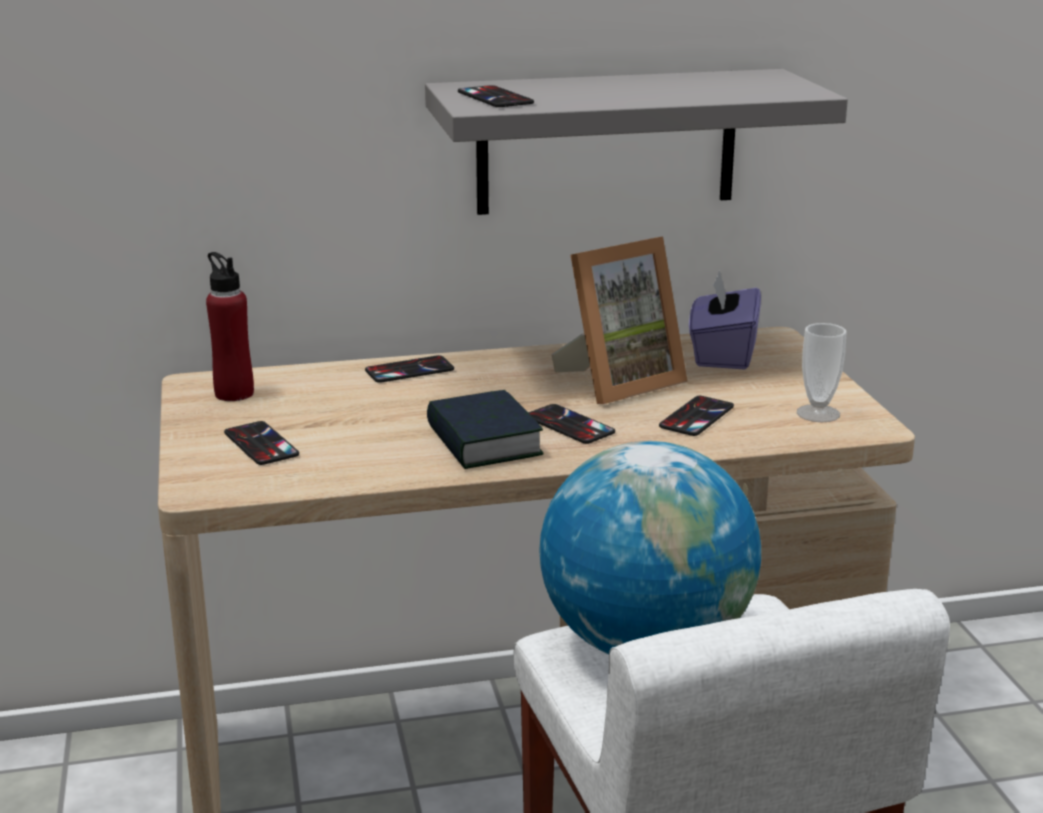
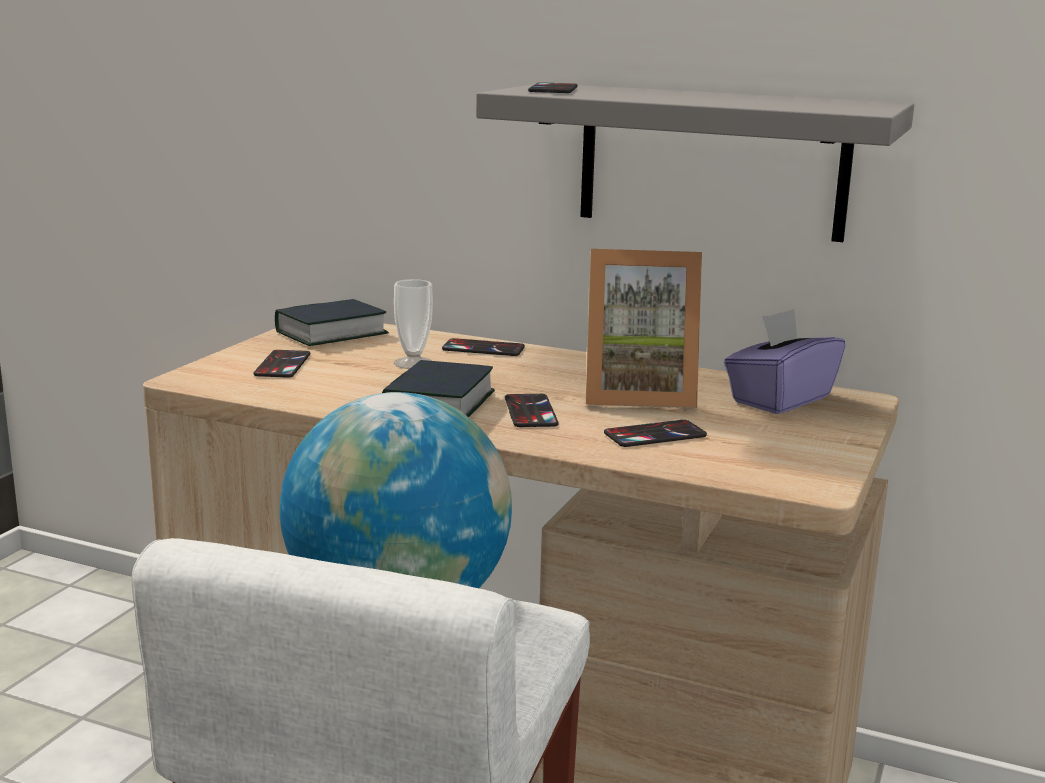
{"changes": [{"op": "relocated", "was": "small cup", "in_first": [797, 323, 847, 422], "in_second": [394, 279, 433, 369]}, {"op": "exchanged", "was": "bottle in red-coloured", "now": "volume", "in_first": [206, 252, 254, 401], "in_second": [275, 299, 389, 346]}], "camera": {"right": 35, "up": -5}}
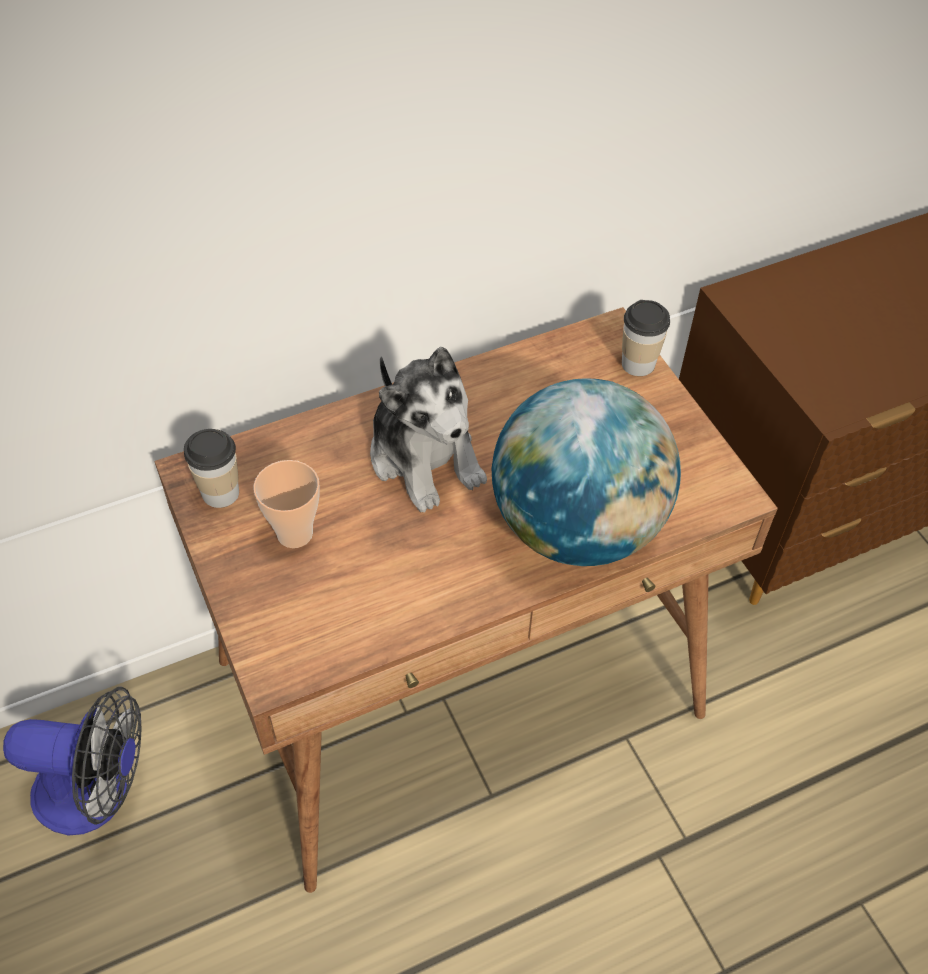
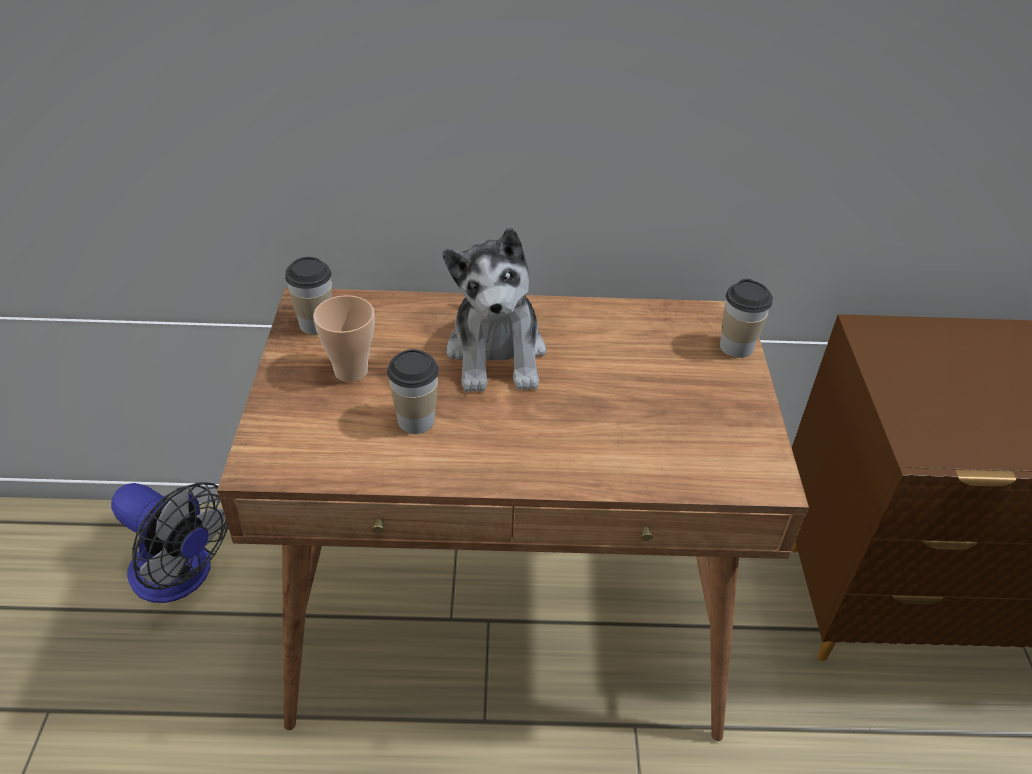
{"changes": [{"op": "missing", "was": "desk globe", "in_first": [492, 378, 681, 566]}, {"op": "appeared", "now": "small cup", "in_second": [387, 349, 439, 434]}], "camera": {"right": 25, "up": -10}}
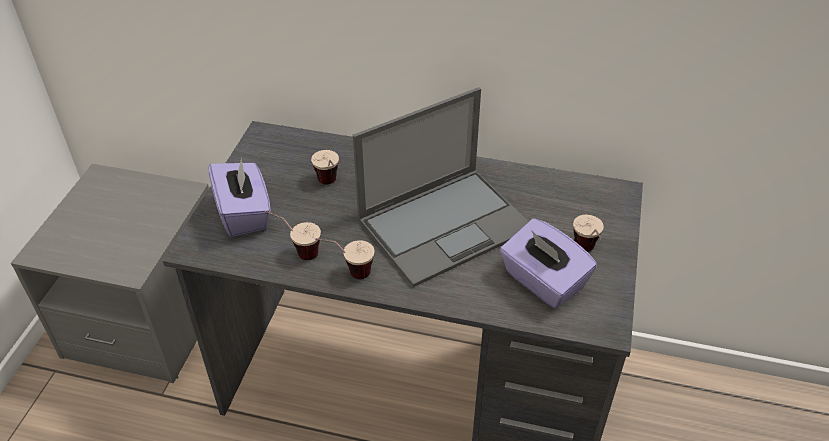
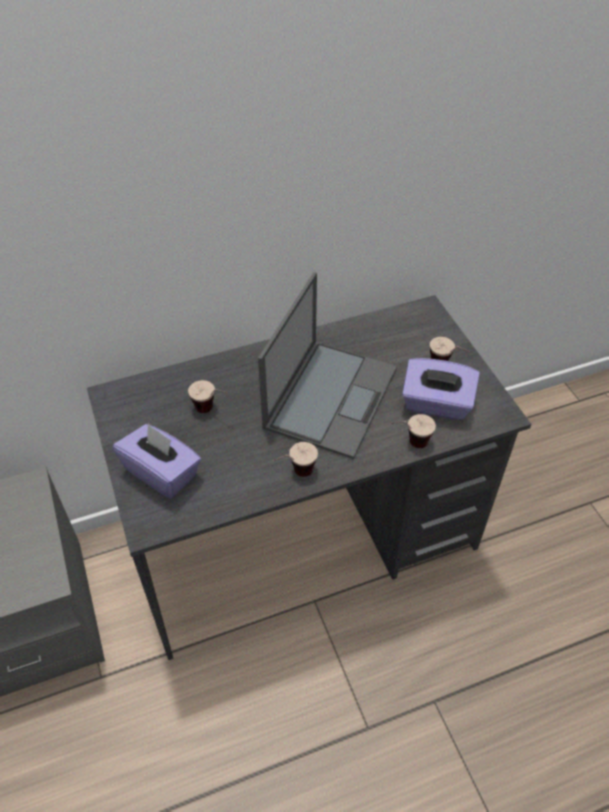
{"changes": [{"op": "relocated", "was": "small cup", "in_first": [265, 211, 321, 260], "in_second": [390, 414, 436, 448]}], "camera": {"right": -35, "up": 5}}
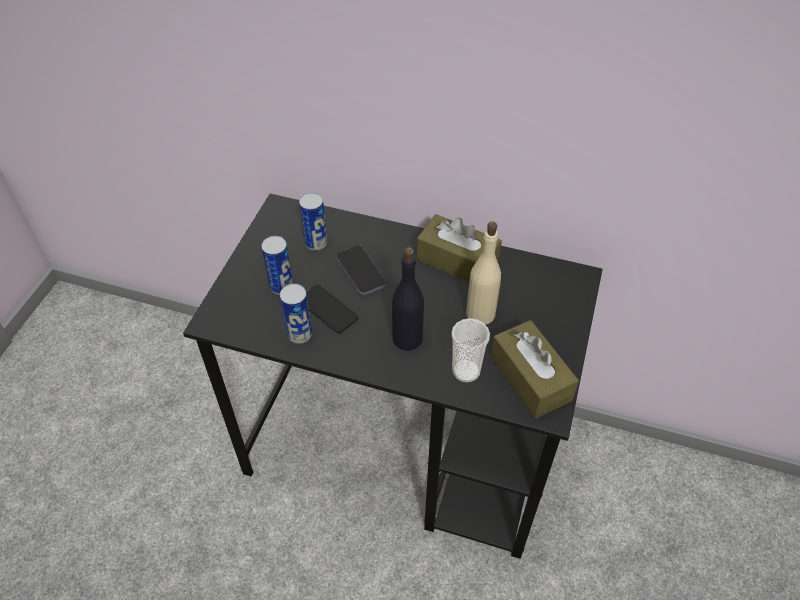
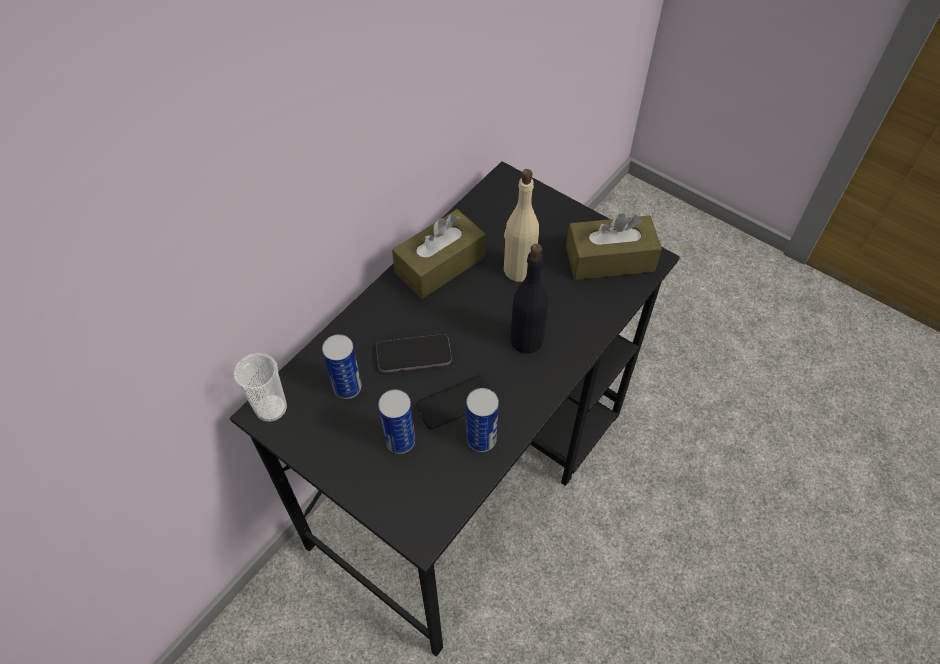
{"changes": [{"op": "relocated", "was": "small cup", "in_first": [451, 318, 490, 382], "in_second": [234, 353, 287, 422]}], "camera": {"right": -70, "up": 5}}
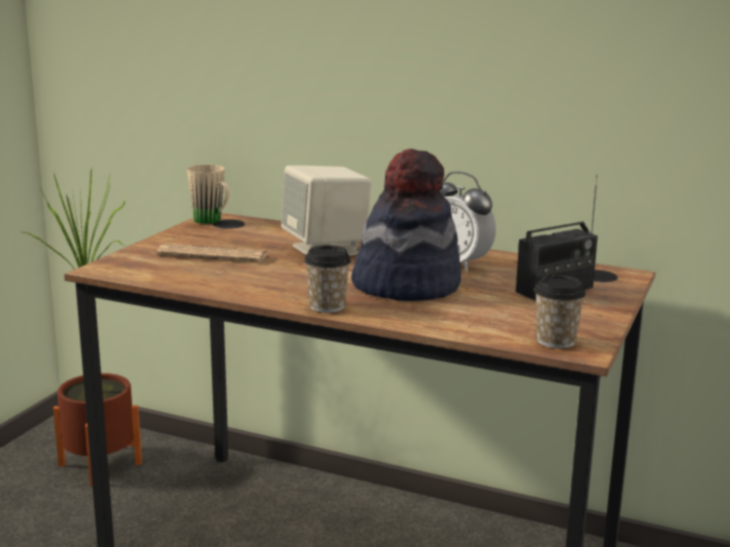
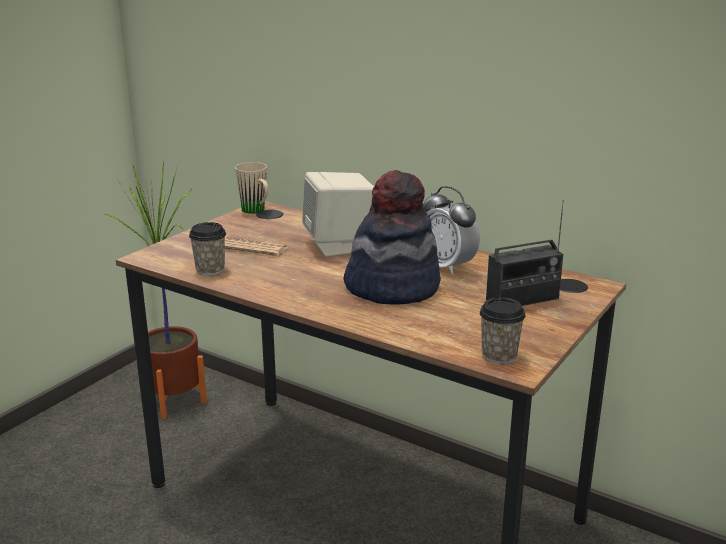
{"changes": [{"op": "relocated", "was": "small cup", "in_first": [304, 245, 351, 313], "in_second": [189, 222, 226, 276]}], "camera": {"right": 10, "up": 5}}
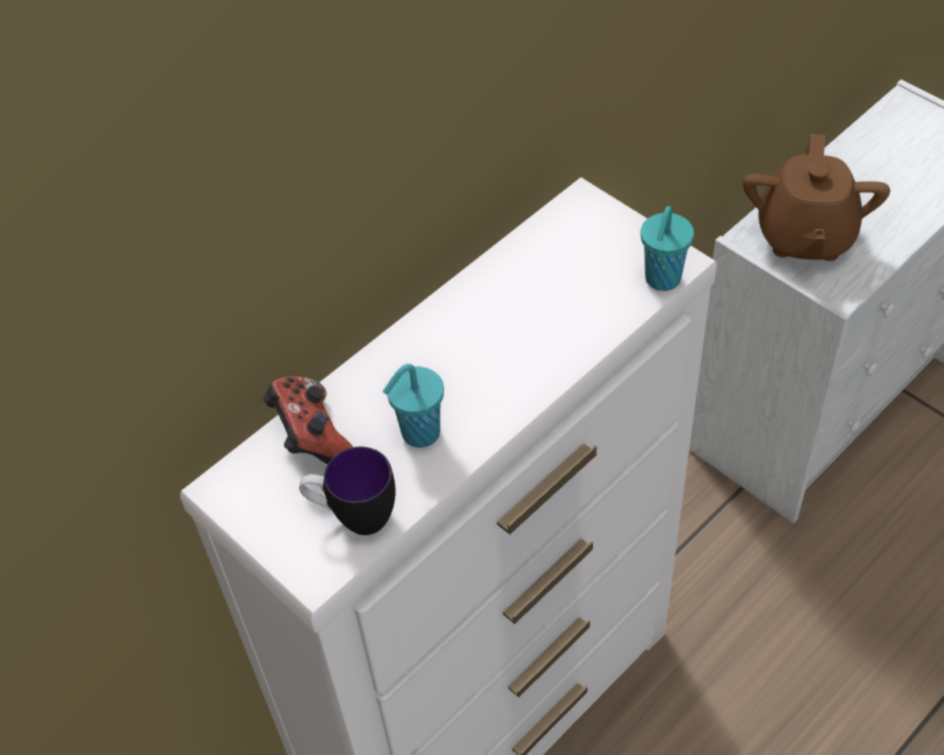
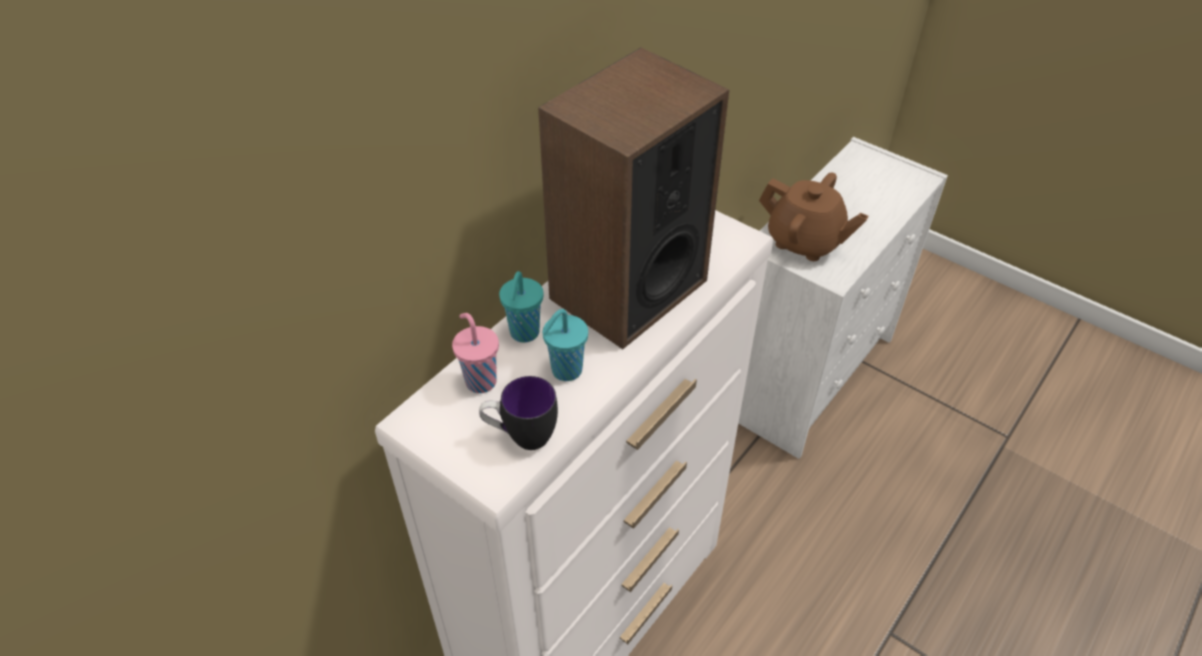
{"changes": [{"op": "appeared", "now": "loudspeaker", "in_second": [538, 48, 729, 349]}, {"op": "relocated", "was": "small cup in blue-green", "in_first": [640, 206, 694, 291], "in_second": [499, 271, 543, 343]}, {"op": "exchanged", "was": "joypad", "now": "small cup in pink", "in_first": [263, 376, 353, 465], "in_second": [452, 313, 499, 393]}, {"op": "spun", "was": "tea pot in brown", "in_first": [743, 134, 890, 261], "in_second": [759, 172, 868, 261], "clockwise": -60}], "camera": {"right": -10, "up": -5}}
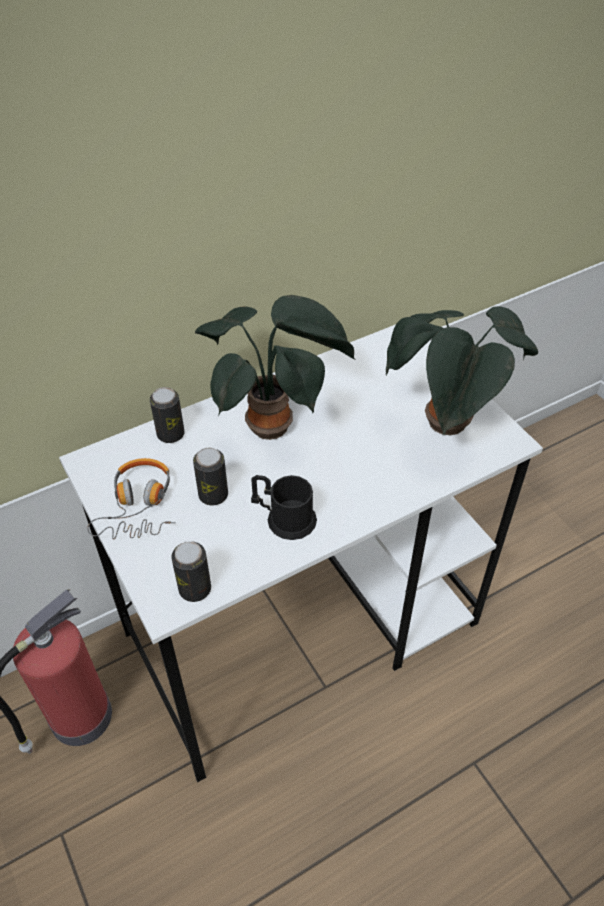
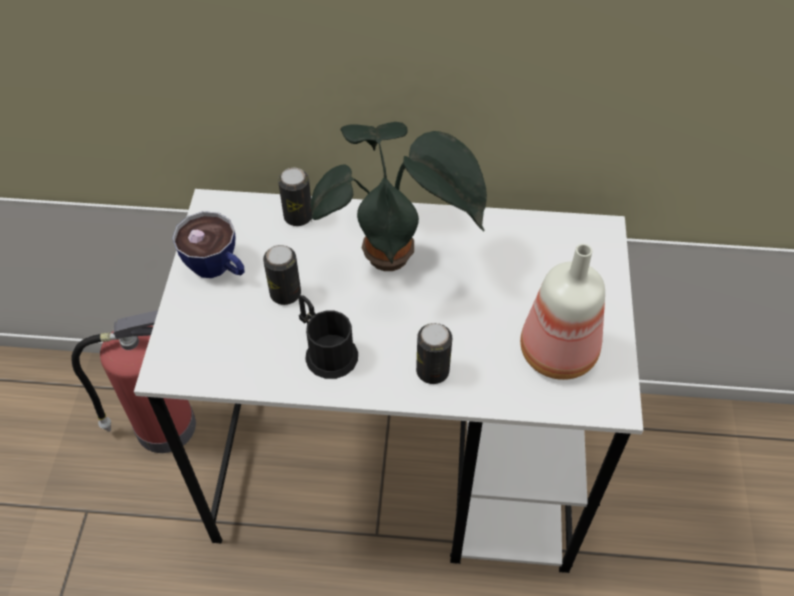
{"changes": [{"op": "relocated", "was": "metal can", "in_first": [172, 541, 211, 602], "in_second": [416, 323, 452, 384]}, {"op": "exchanged", "was": "headphones", "now": "small cup", "in_first": [87, 458, 176, 539], "in_second": [172, 211, 244, 278]}, {"op": "exchanged", "was": "potted plant", "now": "bottle", "in_first": [386, 306, 538, 435], "in_second": [520, 244, 605, 380]}], "camera": {"right": 35, "up": 5}}
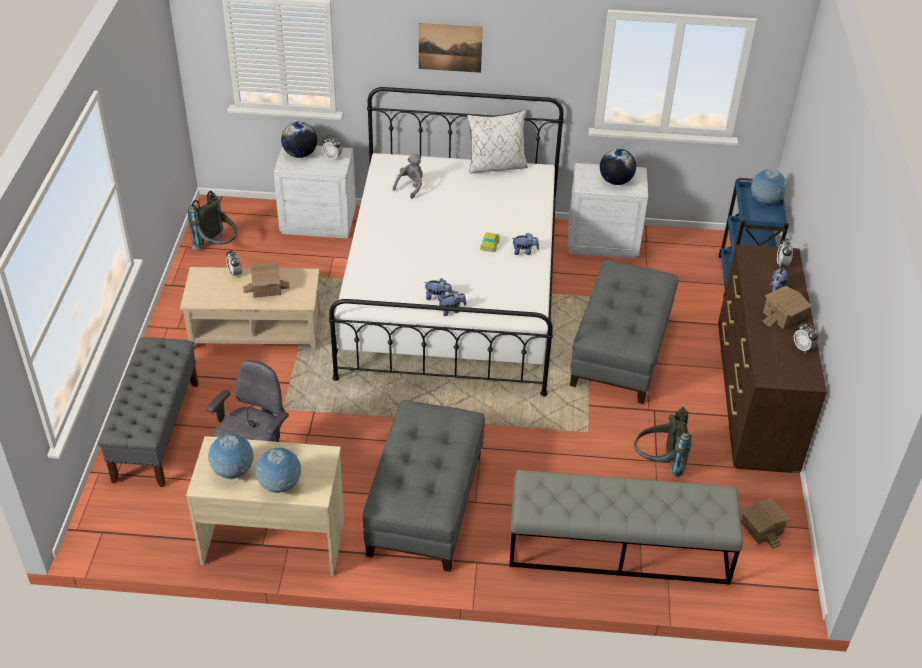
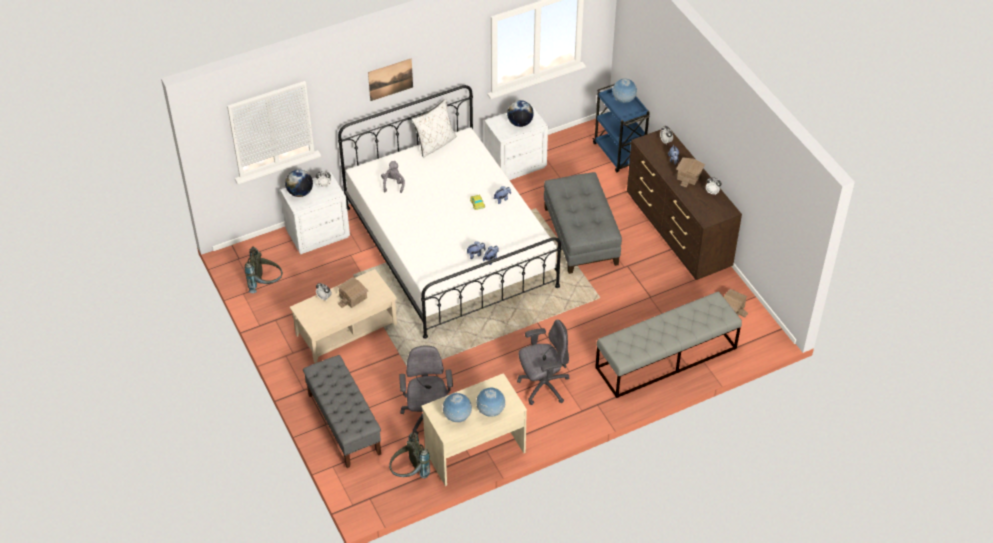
{"changes": [{"op": "relocated", "was": "rucksack in greyish", "in_first": [634, 407, 692, 477], "in_second": [389, 432, 430, 478]}, {"op": "exchanged", "was": "footrest in greyish", "now": "office chair in greyish", "in_first": [363, 400, 485, 572], "in_second": [517, 319, 569, 405]}], "camera": {"right": -30, "up": 5}}
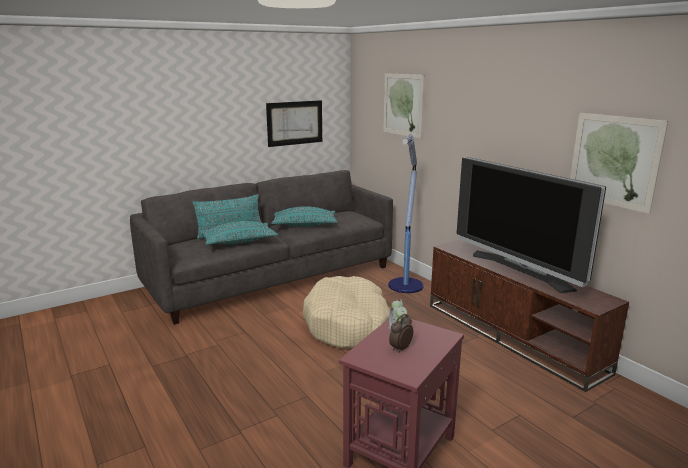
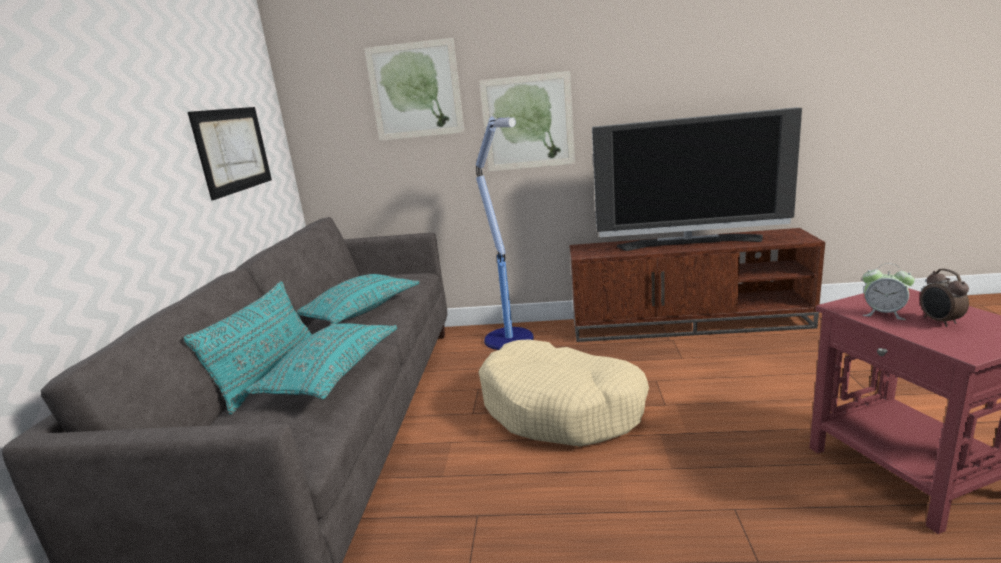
{"changes": [{"op": "relocated", "was": "picture", "in_first": [570, 113, 668, 214], "in_second": [479, 71, 575, 171]}], "camera": {"right": -50, "up": 0}}
